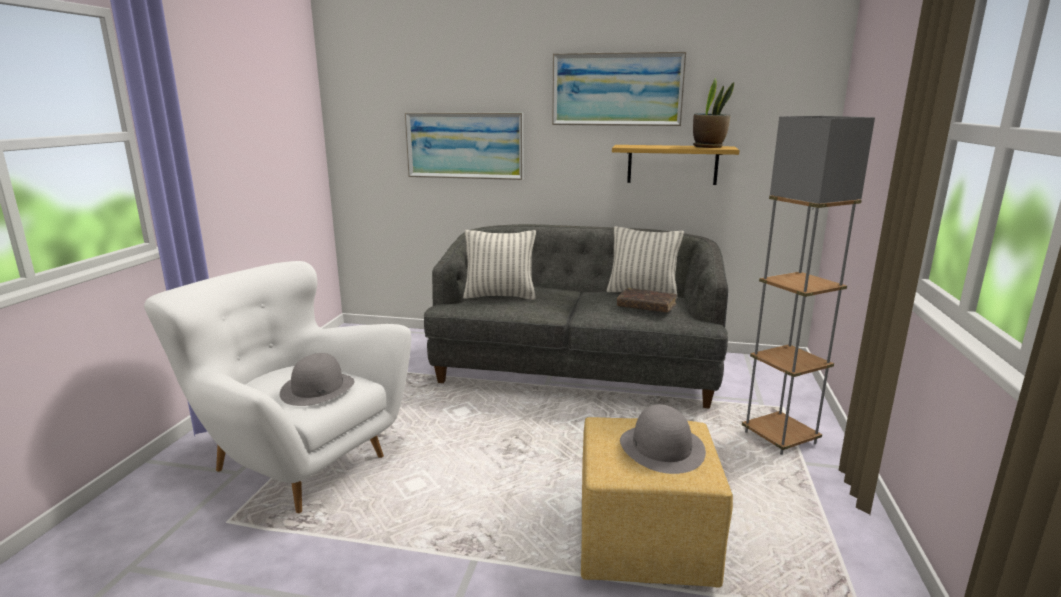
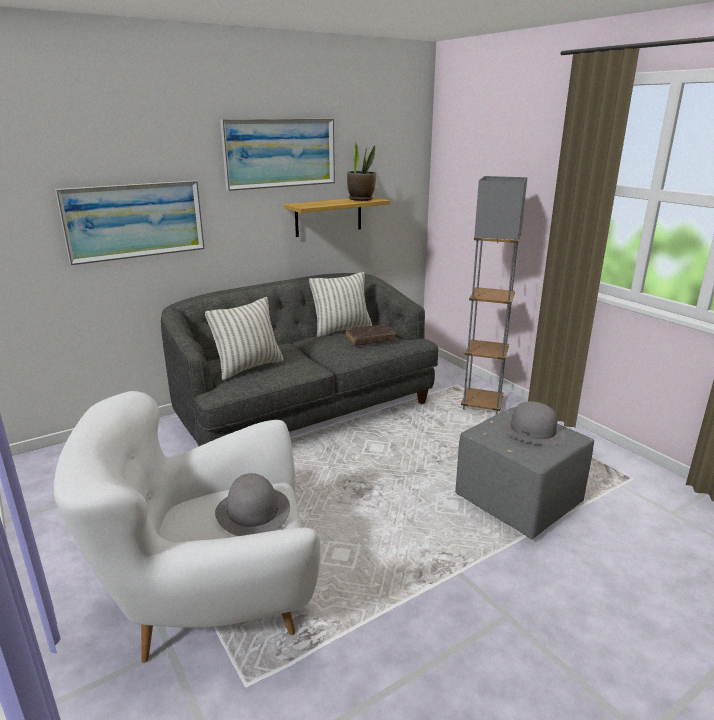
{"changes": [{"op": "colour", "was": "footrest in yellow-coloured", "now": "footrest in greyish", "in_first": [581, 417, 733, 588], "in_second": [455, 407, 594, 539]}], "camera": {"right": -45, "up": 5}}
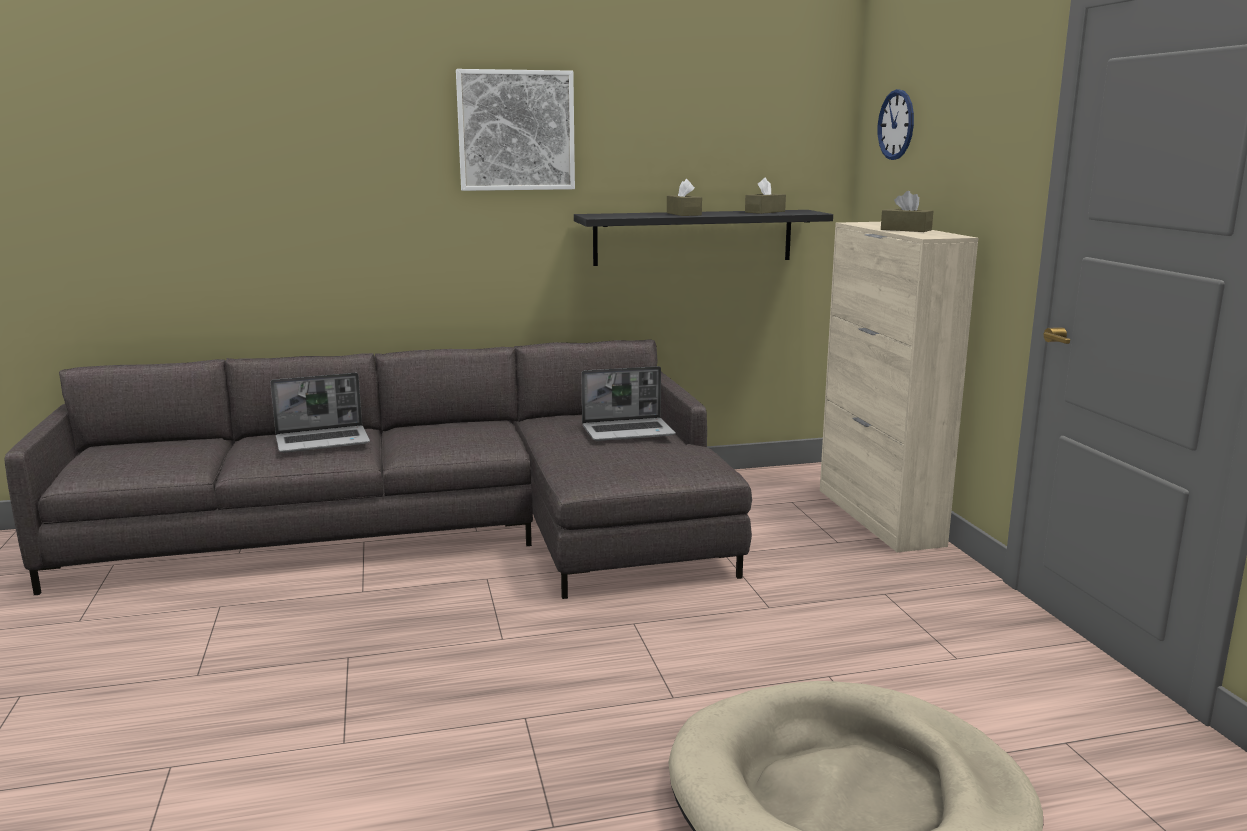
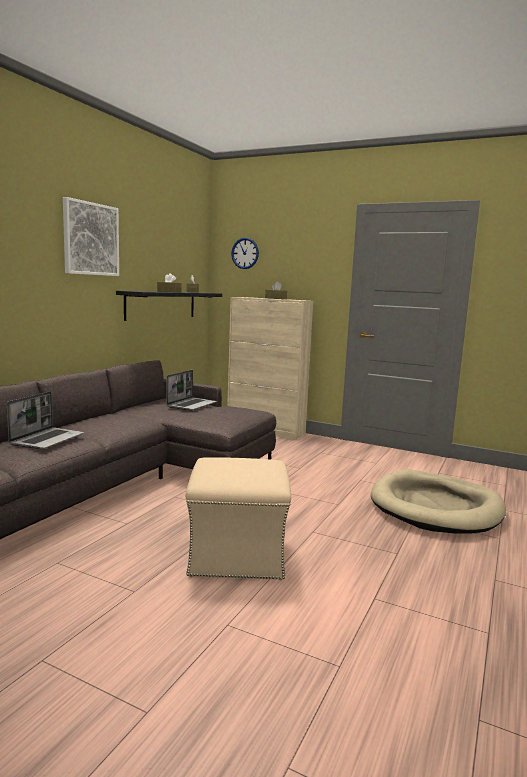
{"changes": [{"op": "appeared", "now": "footrest in beige", "in_second": [186, 457, 291, 580]}], "camera": {"right": -50, "up": -5}}
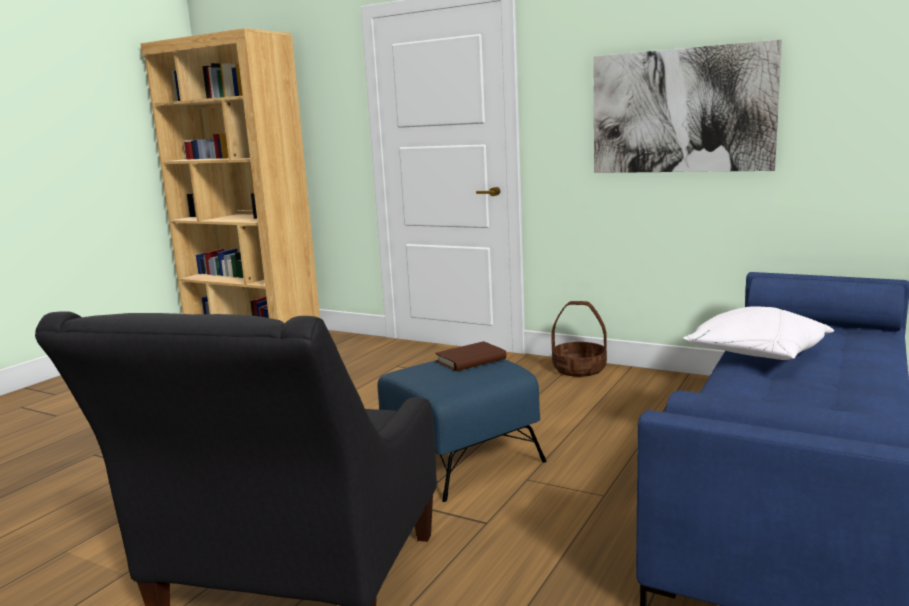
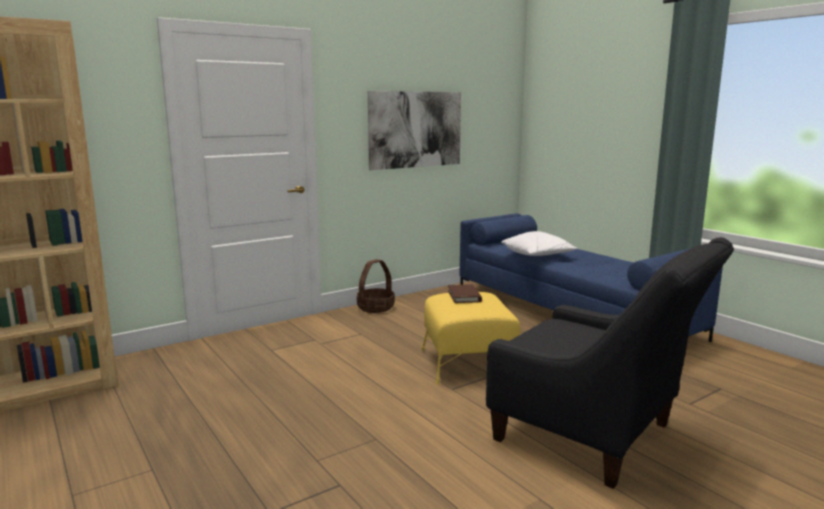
{"changes": [{"op": "colour", "was": "footrest in bluish", "now": "footrest in yellow-coloured", "in_first": [377, 359, 547, 502], "in_second": [421, 292, 520, 385]}], "camera": {"right": -65, "up": 0}}
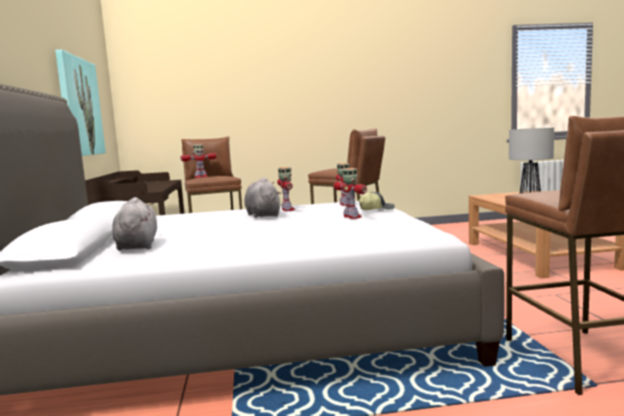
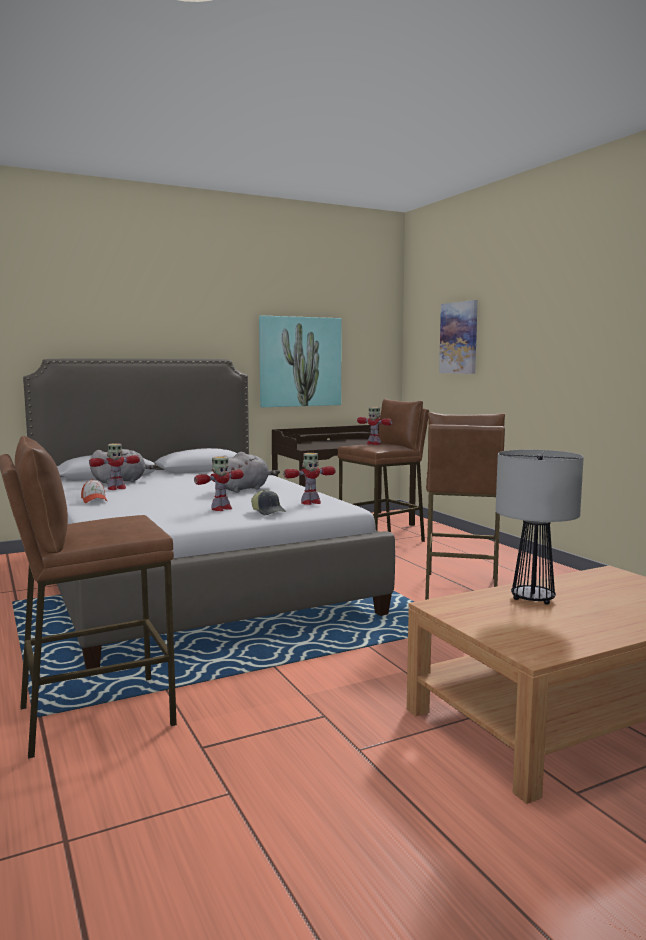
{"changes": [{"op": "appeared", "now": "cap", "in_second": [81, 479, 107, 503]}, {"op": "appeared", "now": "picture", "in_second": [439, 300, 478, 374]}, {"op": "relocated", "was": "toy robot", "in_first": [277, 167, 295, 211], "in_second": [89, 443, 140, 490]}], "camera": {"right": 70, "up": 0}}
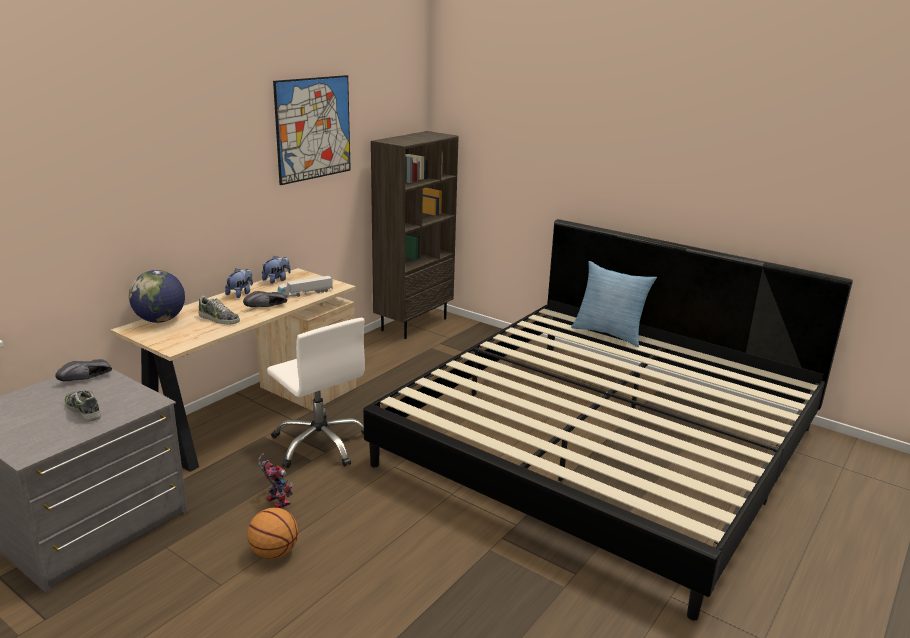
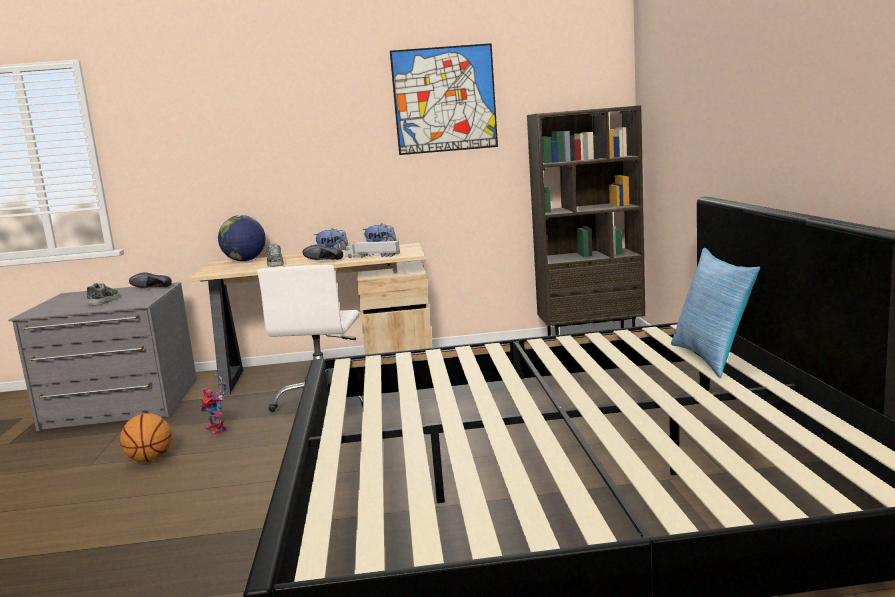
{"changes": [{"op": "spun", "was": "toy robot", "in_first": [258, 453, 293, 508], "in_second": [199, 374, 227, 435], "clockwise": 135}], "camera": {"right": 50, "up": -10}}
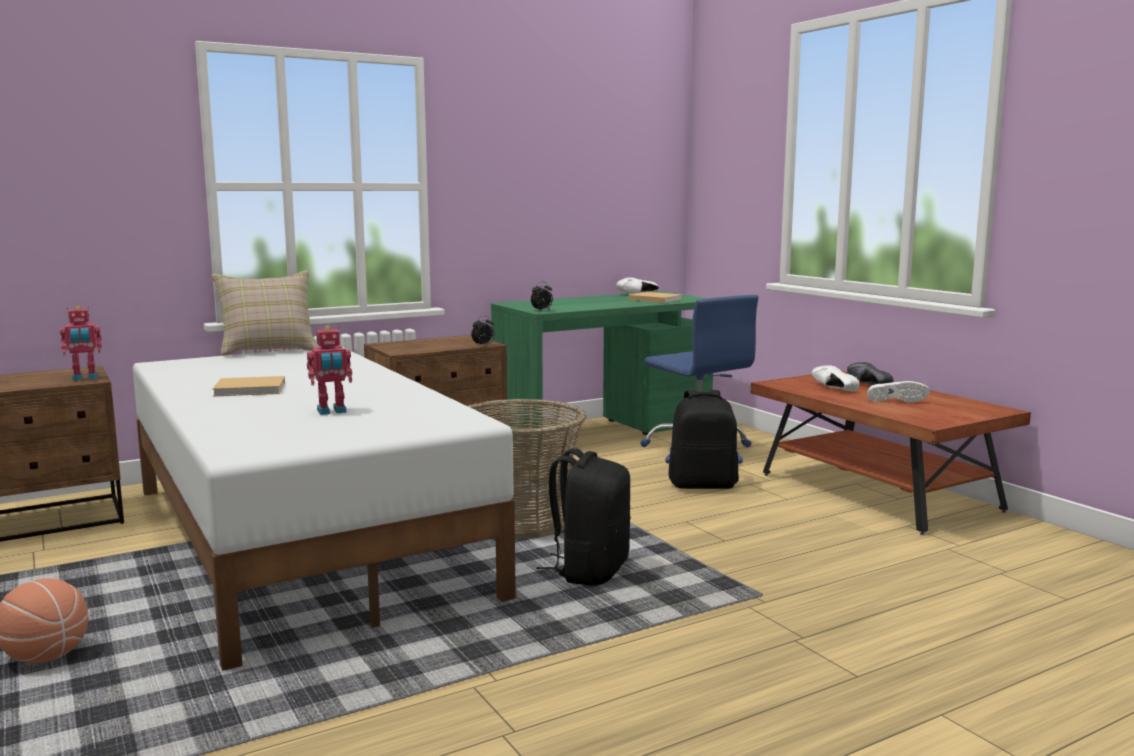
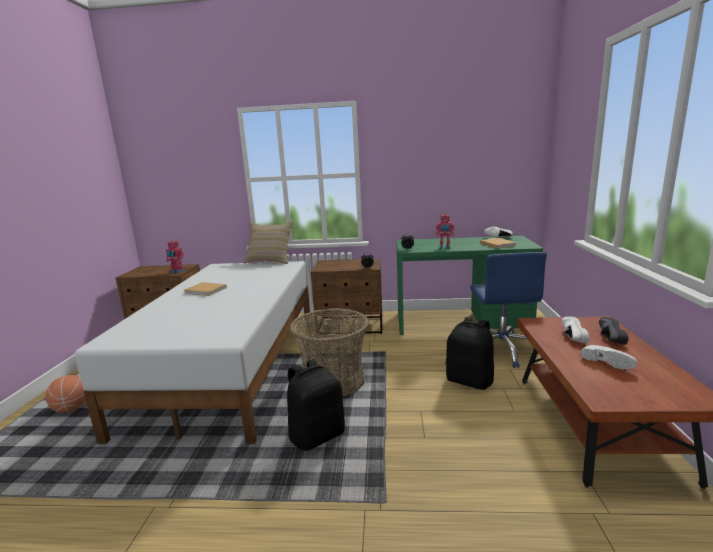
{"changes": [{"op": "relocated", "was": "toy robot", "in_first": [307, 326, 352, 415], "in_second": [436, 213, 454, 249]}], "camera": {"right": 35, "up": 5}}
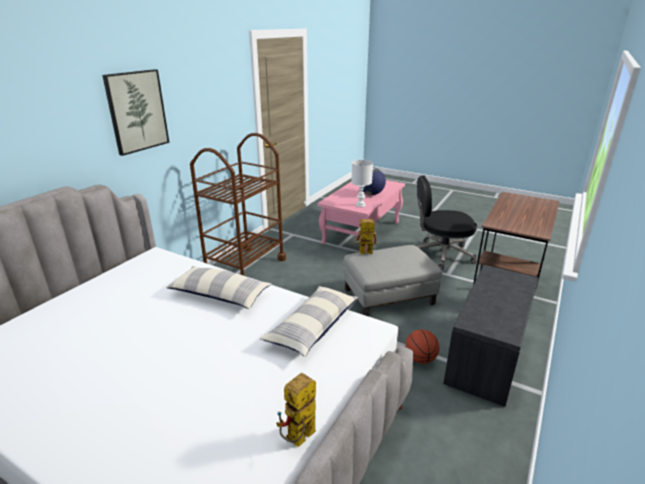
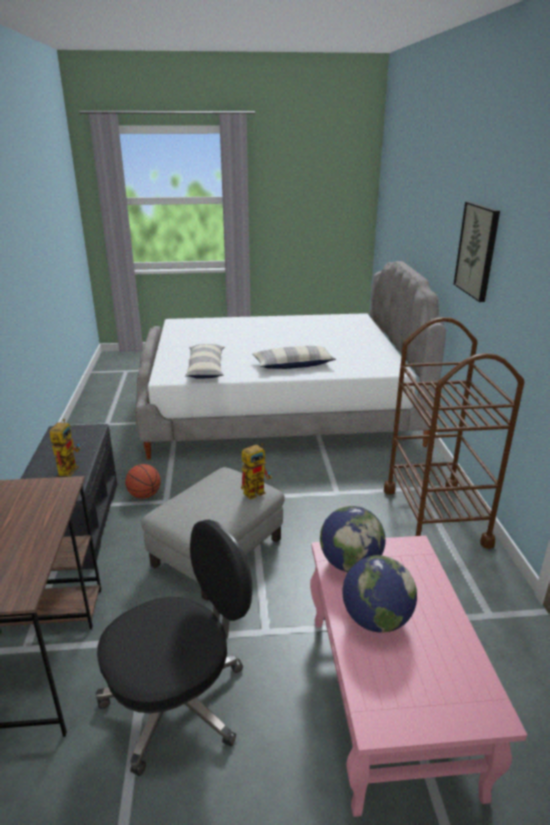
{"changes": [{"op": "relocated", "was": "toy robot", "in_first": [276, 372, 316, 447], "in_second": [50, 419, 80, 477]}, {"op": "exchanged", "was": "tabletop lamp in white", "now": "desk globe", "in_first": [351, 160, 373, 207], "in_second": [320, 506, 385, 572]}], "camera": {"right": 145, "up": 0}}
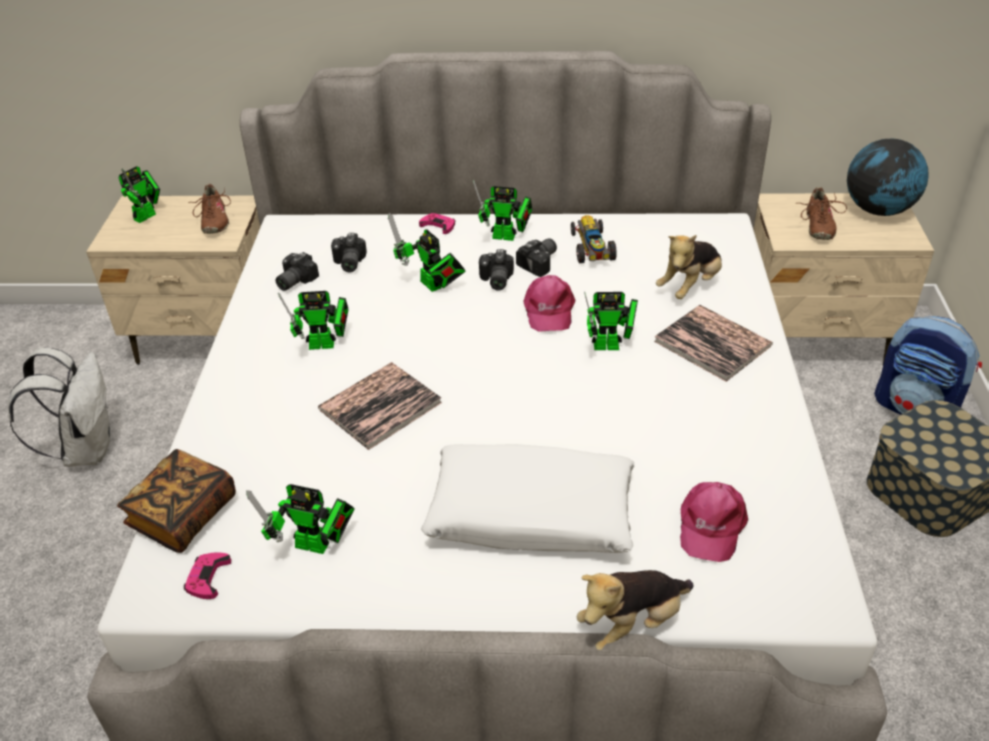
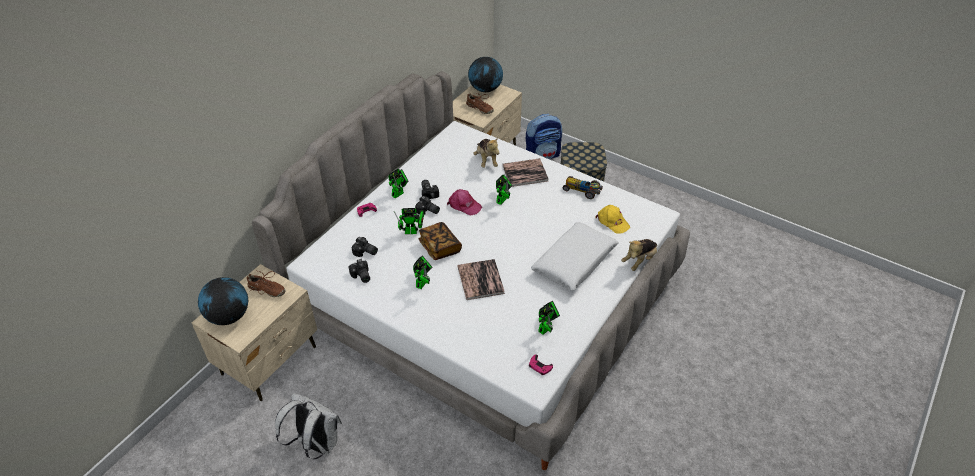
{"changes": [{"op": "relocated", "was": "volume", "in_first": [117, 449, 236, 553], "in_second": [419, 222, 462, 260]}, {"op": "relocated", "was": "model car", "in_first": [571, 215, 617, 263], "in_second": [562, 176, 603, 199]}, {"op": "exchanged", "was": "toy robot", "now": "desk globe", "in_first": [119, 166, 160, 223], "in_second": [198, 277, 248, 325]}, {"op": "colour", "was": "cap in pink", "now": "cap in yellow-coloured", "in_first": [680, 482, 748, 562], "in_second": [595, 205, 630, 234]}, {"op": "spun", "was": "cuddly toy", "in_first": [577, 570, 693, 650], "in_second": [621, 239, 657, 271], "clockwise": 45}], "camera": {"right": -60, "up": 5}}
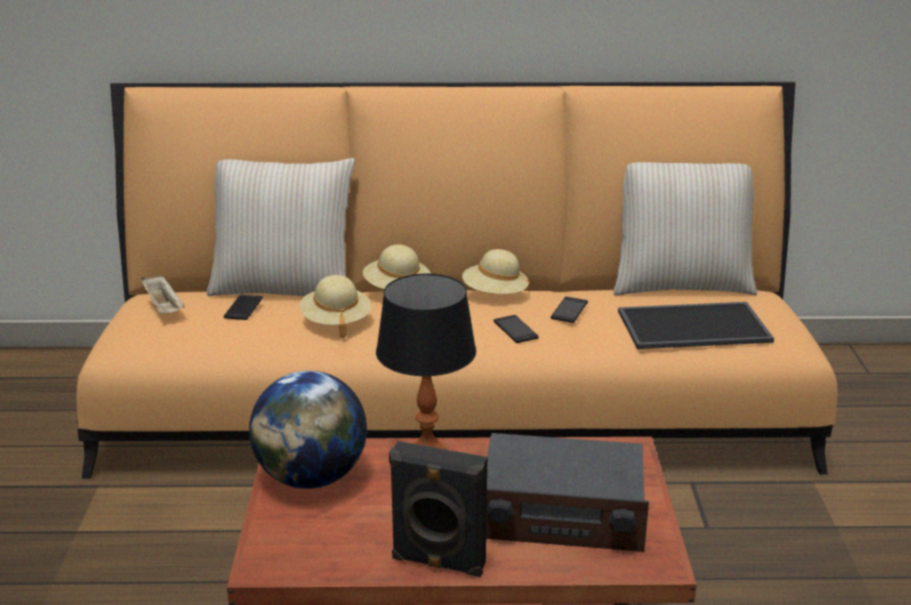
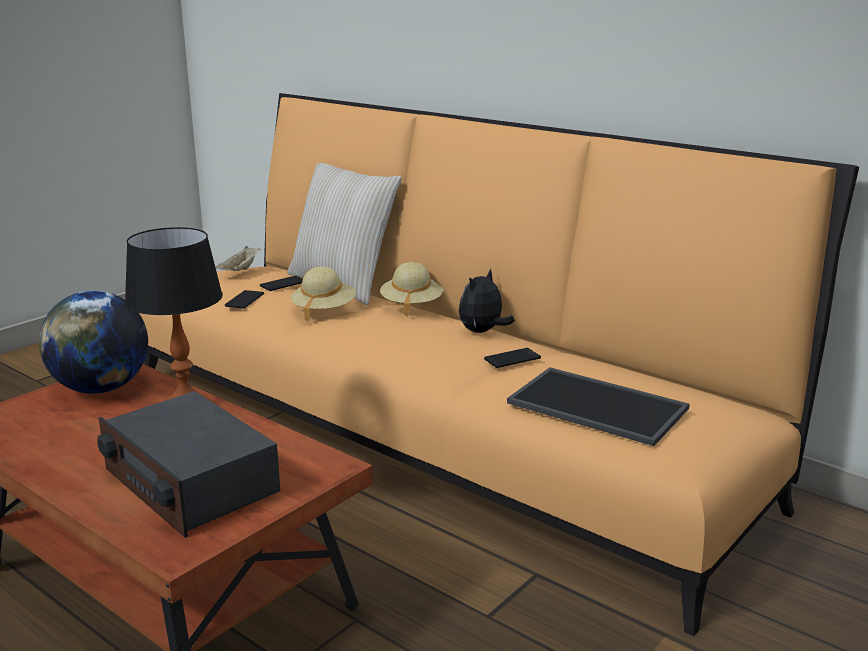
{"changes": [{"op": "missing", "was": "loudspeaker in blackish", "in_first": [389, 441, 487, 577]}, {"op": "missing", "was": "throw pillow in beige", "in_first": [613, 162, 757, 295]}, {"op": "relocated", "was": "phone", "in_first": [494, 315, 539, 343], "in_second": [225, 290, 264, 309]}, {"op": "exchanged", "was": "clothing hat in beige", "now": "cuddly toy", "in_first": [462, 249, 529, 294], "in_second": [459, 268, 515, 333]}], "camera": {"right": 40, "up": -5}}
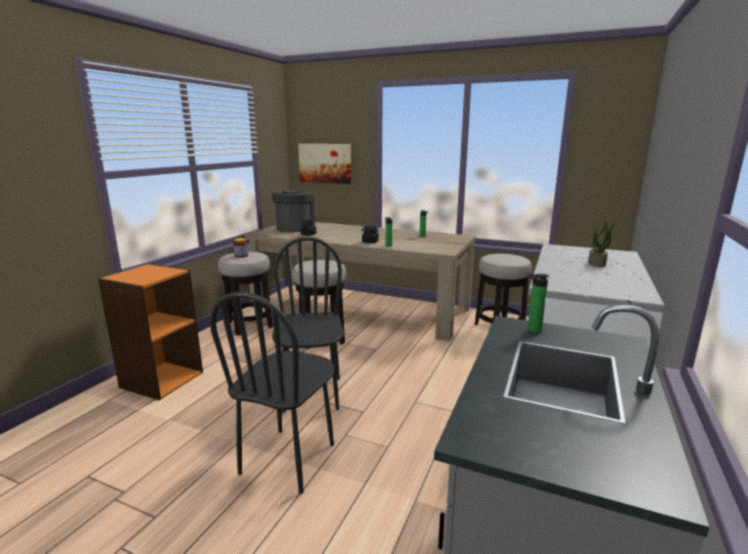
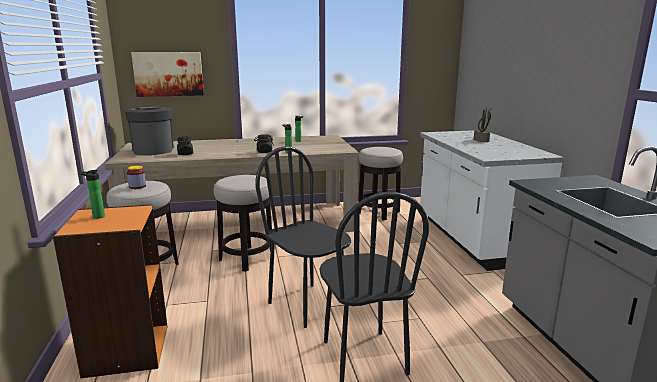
{"changes": [{"op": "relocated", "was": "bottle", "in_first": [527, 273, 549, 333], "in_second": [80, 170, 105, 219]}], "camera": {"right": -35, "up": 0}}
